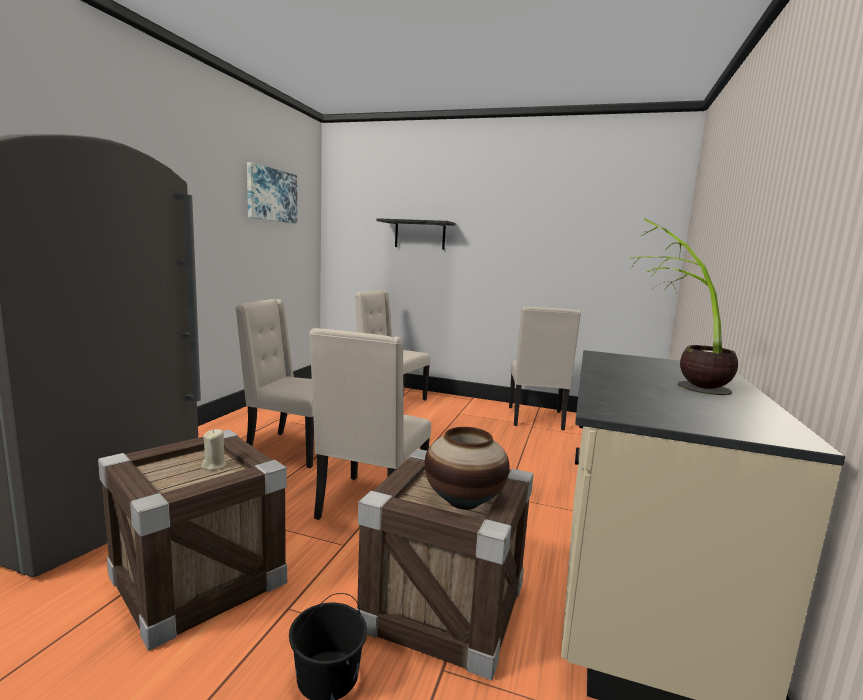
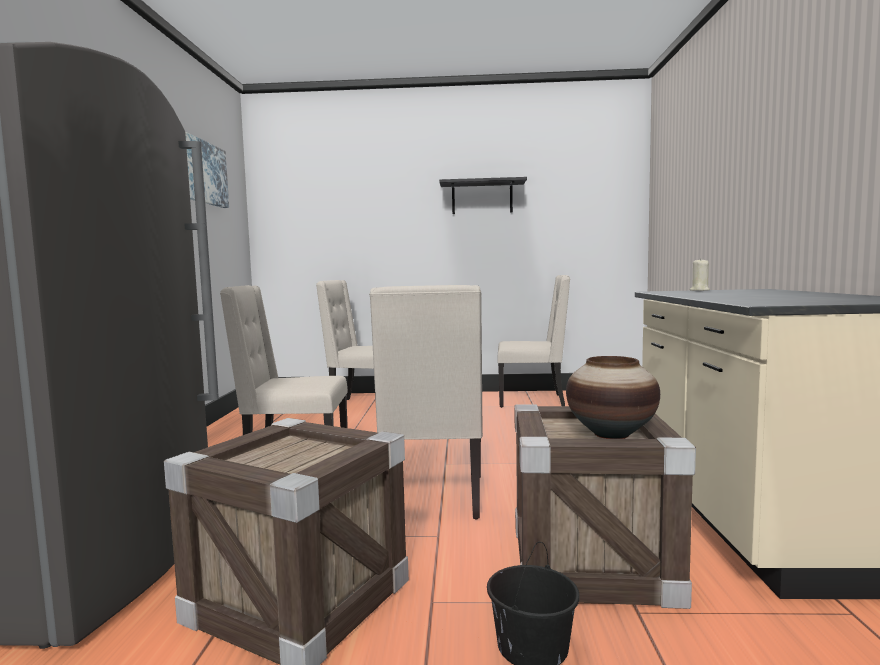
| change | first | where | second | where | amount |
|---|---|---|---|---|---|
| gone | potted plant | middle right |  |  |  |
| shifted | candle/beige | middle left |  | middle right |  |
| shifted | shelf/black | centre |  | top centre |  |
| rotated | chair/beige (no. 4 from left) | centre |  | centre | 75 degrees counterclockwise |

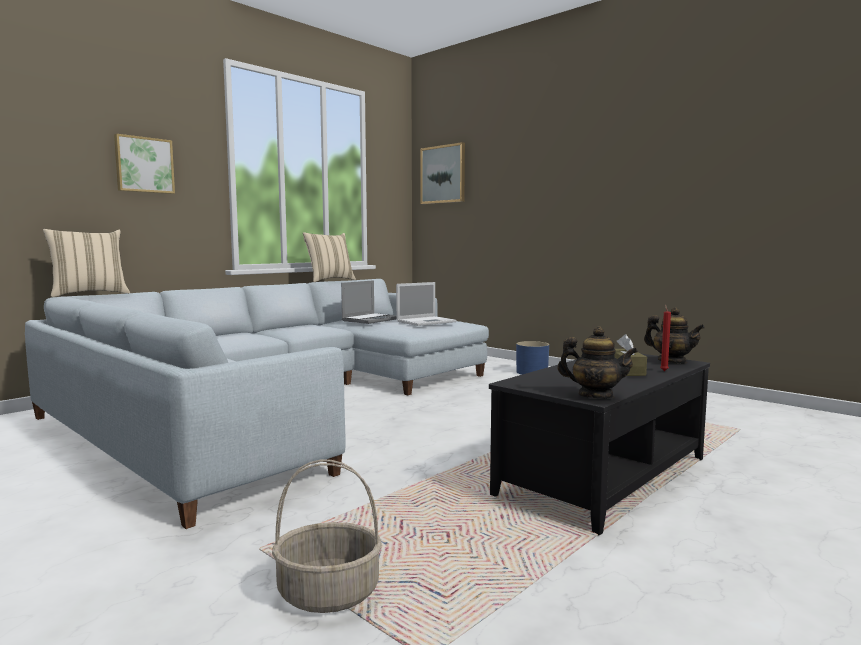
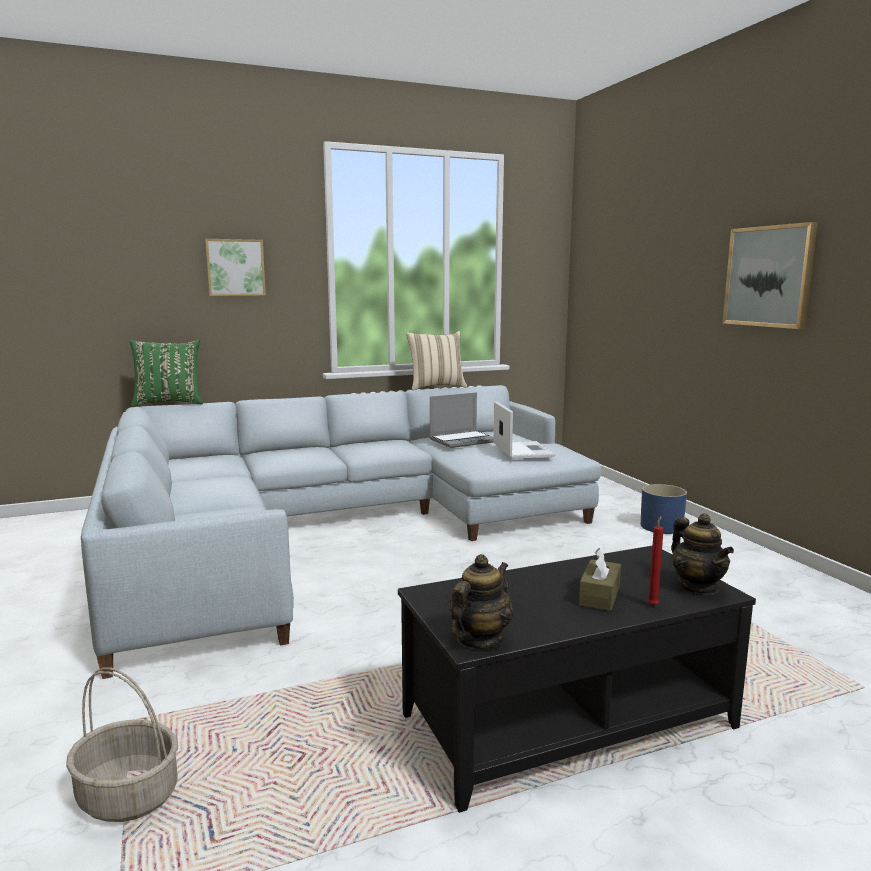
| change | first | where | second | where | amount |
|---|---|---|---|---|---|
| shifted | picture (no. 2 from left) | top centre |  | top right |  |
| repainted | pillow/beige (no. 1 from left) | middle left | pillow/green | middle left |  |
| rotated | laptop (no. 2 from left) | centre |  | centre | 90 degrees counterclockwise |
| rotated | teapot (no. 1 from left) | middle right |  | bottom centre | 105 degrees counterclockwise |

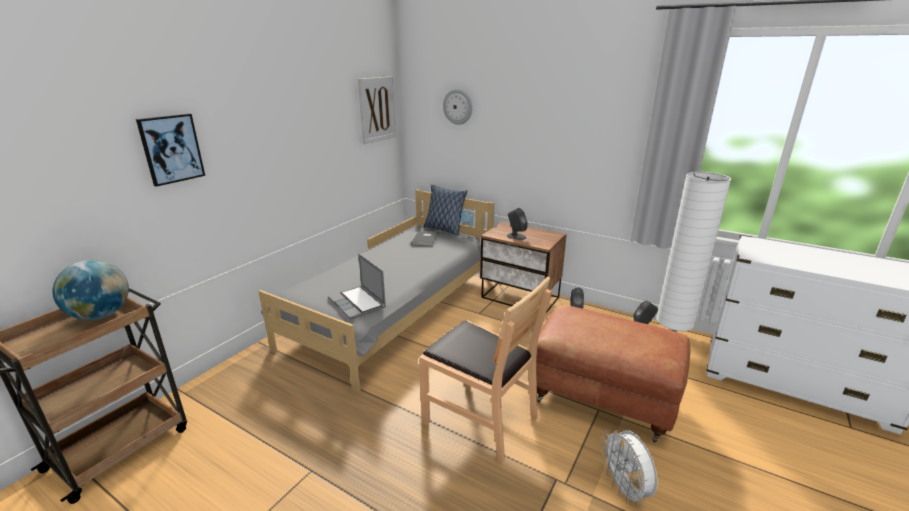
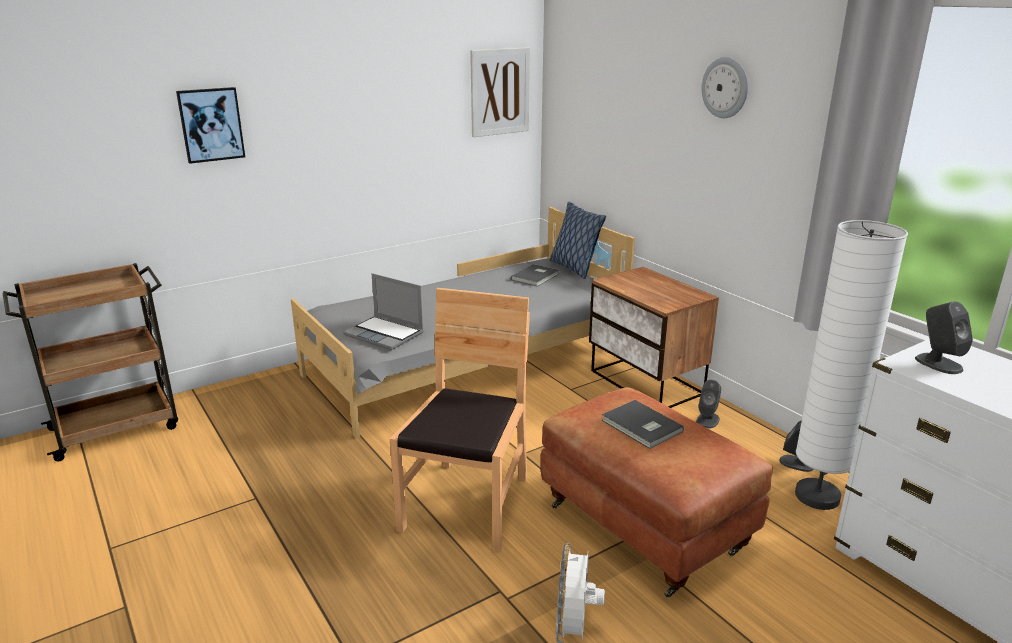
| change | first | where | second | where | amount |
|---|---|---|---|---|---|
| gone | globe | middle left |  |  |  |
| new |  |  | book/grey (no. 2 from left) | centre |  |
| shifted | wall clock | top centre |  | top right |  |
| shifted | speaker/grey (no. 1 from left in the first image) | centre | speaker/grey (no. 3 from left) | middle right |  |
| rotated | laptop | centre |  | centre | 45 degrees counterclockwise |
| rotated | chair/brown | bottom centre |  | centre | 135 degrees counterclockwise |

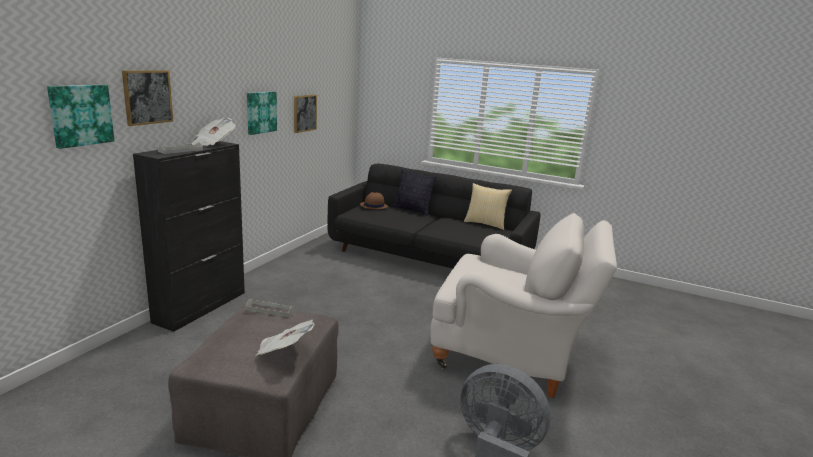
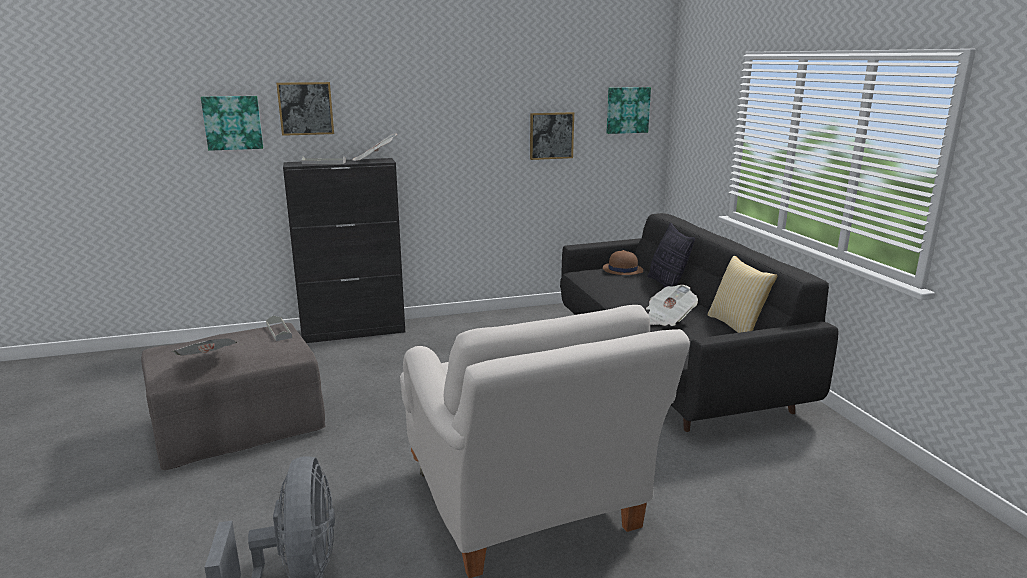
| change | first | where | second | where | amount |
|---|---|---|---|---|---|
| new |  |  | newspaper (no. 3 from left) | centre |  |
| shifted | picture (no. 3 from left in the first image) | top left | picture (no. 4 from left) | top centre |  |

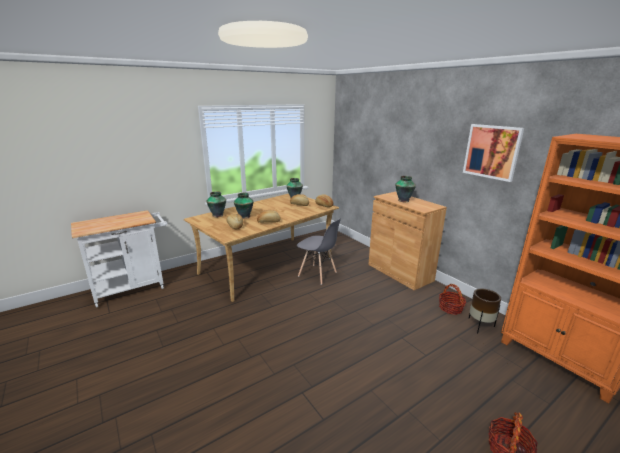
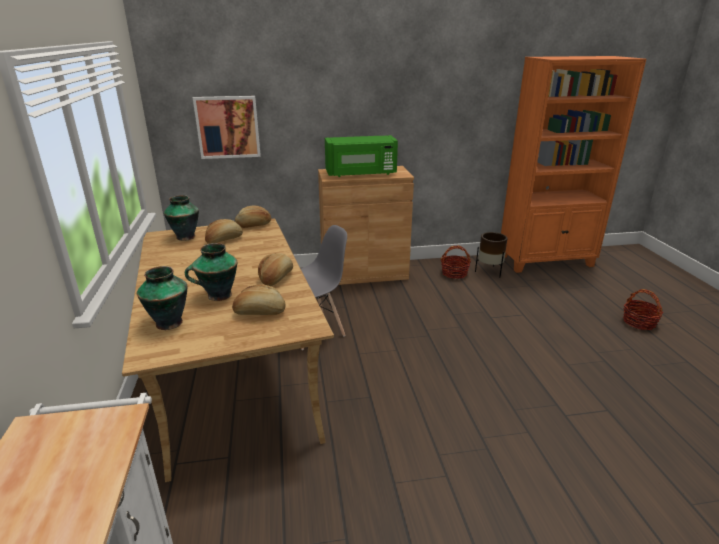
| change | first | where | second | where | amount |
|---|---|---|---|---|---|
| shifted | picture | middle right |  | top left |  |
| swapped | vase (no. 4 from left) | centre | microwave/green | top centre |  |

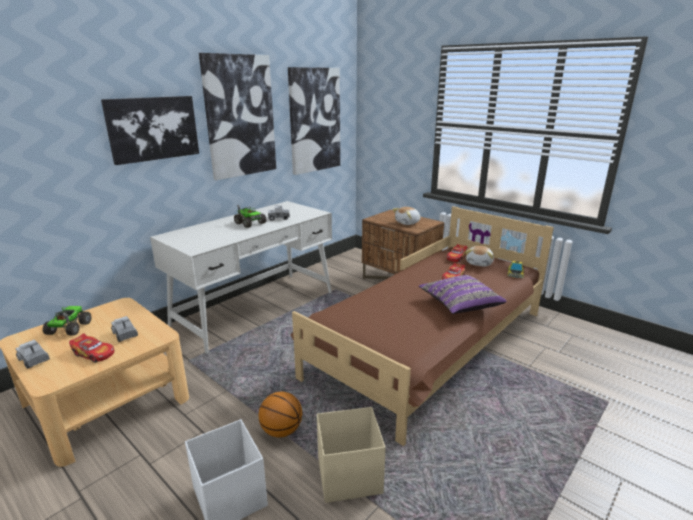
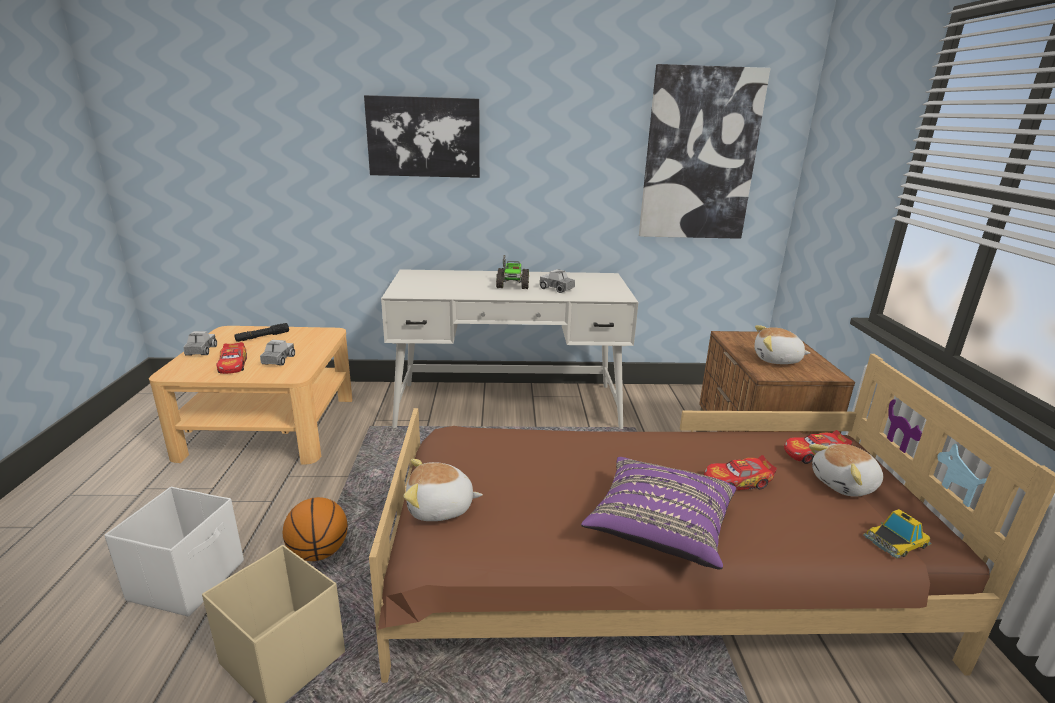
| change | first | where | second | where | amount |
|---|---|---|---|---|---|
| gone | picture (no. 2 from left) | top centre |  |  |  |
| new |  |  | plush toy (no. 1 from left) | bottom centre |  |
| swapped | toy truck (no. 2 from left) | middle left | flashlight/black | middle left |  |

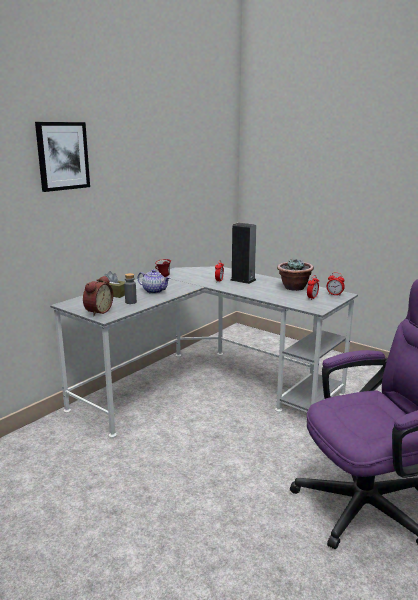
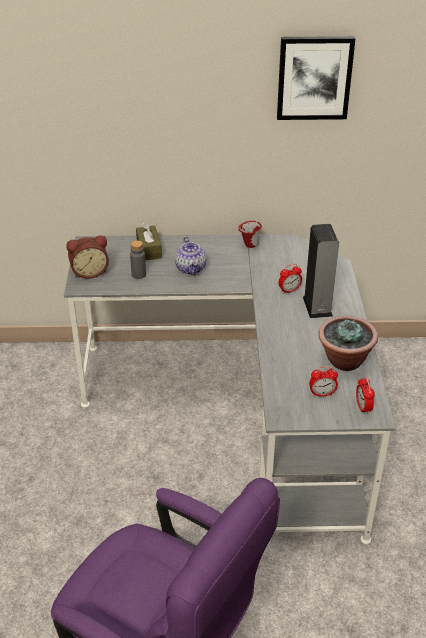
| change | first | where | second | where | amount |
|---|---|---|---|---|---|
| shifted | picture | top left |  | top right |  |

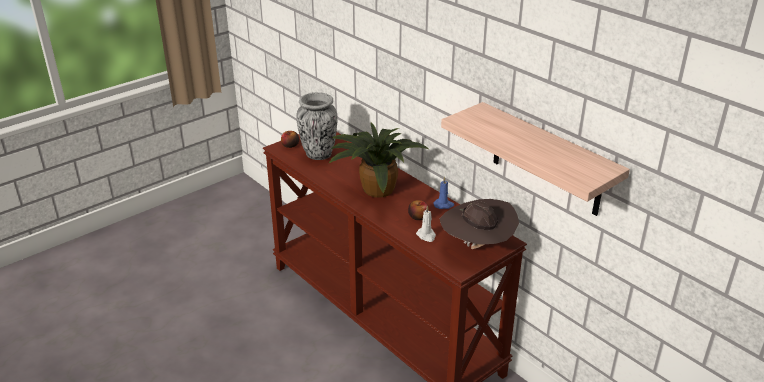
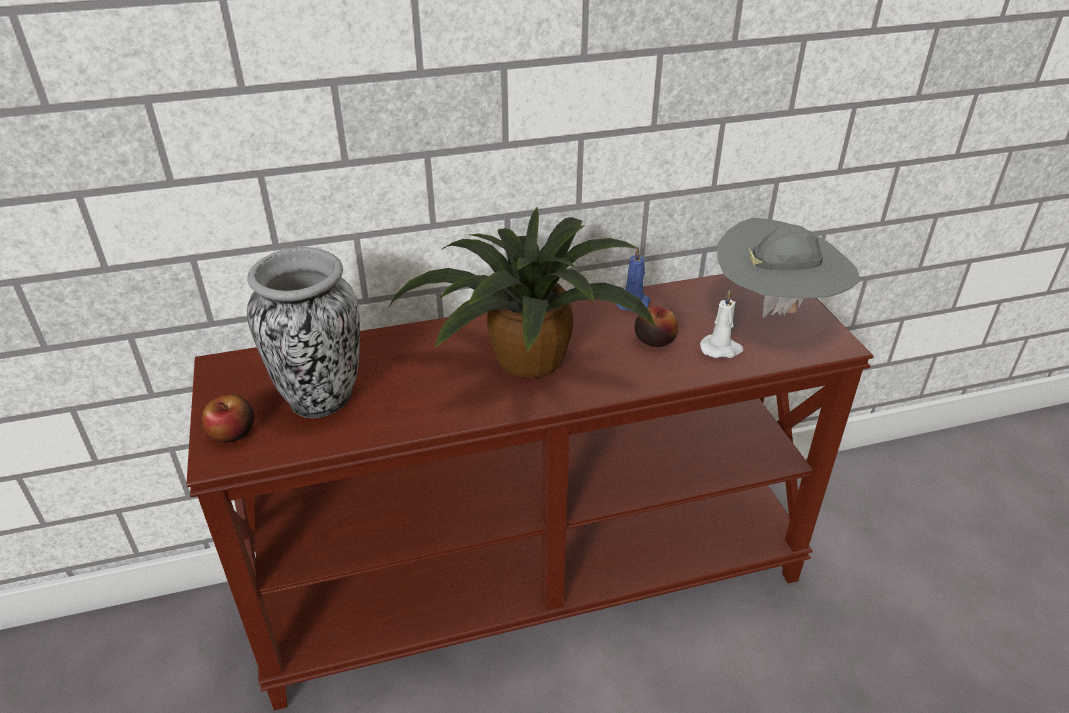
| change | first | where | second | where | amount |
|---|---|---|---|---|---|
| gone | shelf | middle right |  |  |  |
| repainted | hat/brown | centre | hat/grey | middle right |  |

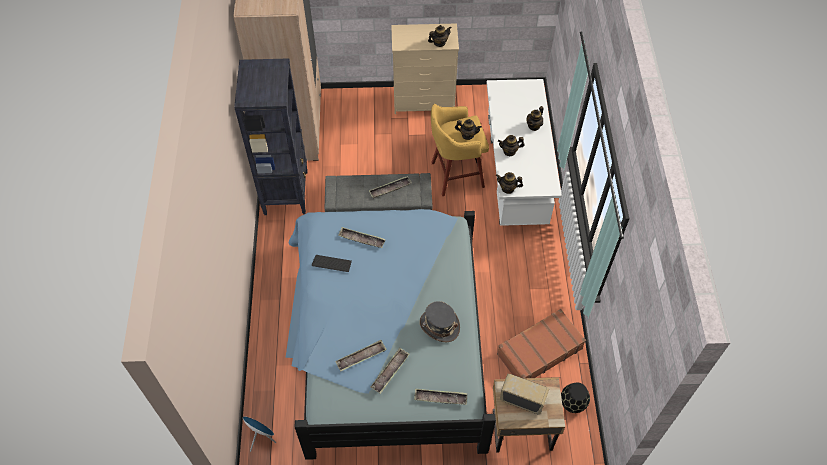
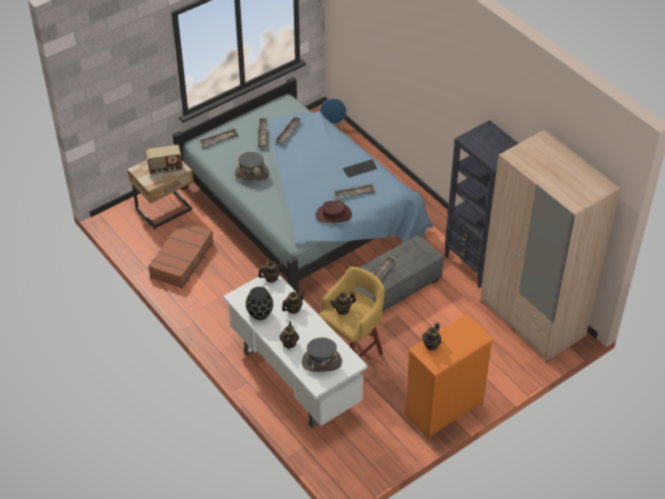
| change | first | where | second | where | amount |
|---|---|---|---|---|---|
| new |  |  | hat/grey (no. 2 from left) | bottom centre |  |
| new |  |  | hat/brown | centre |  |
| shifted | vase/black | bottom right |  | centre |  |
| repainted | dresser/beige | top centre | dresser/orange | bottom right |  |

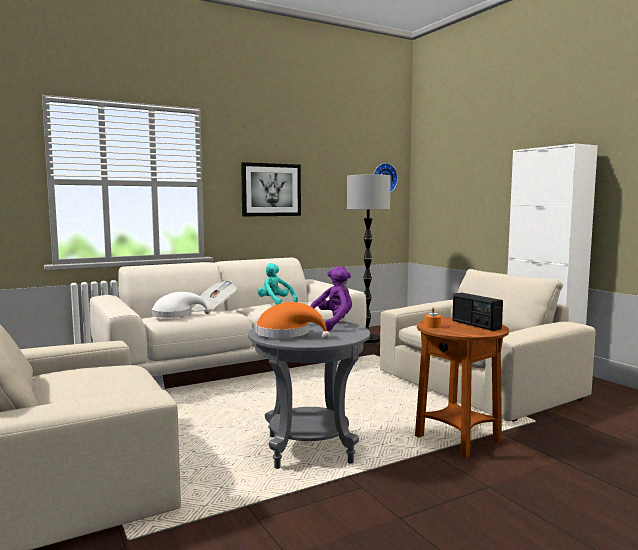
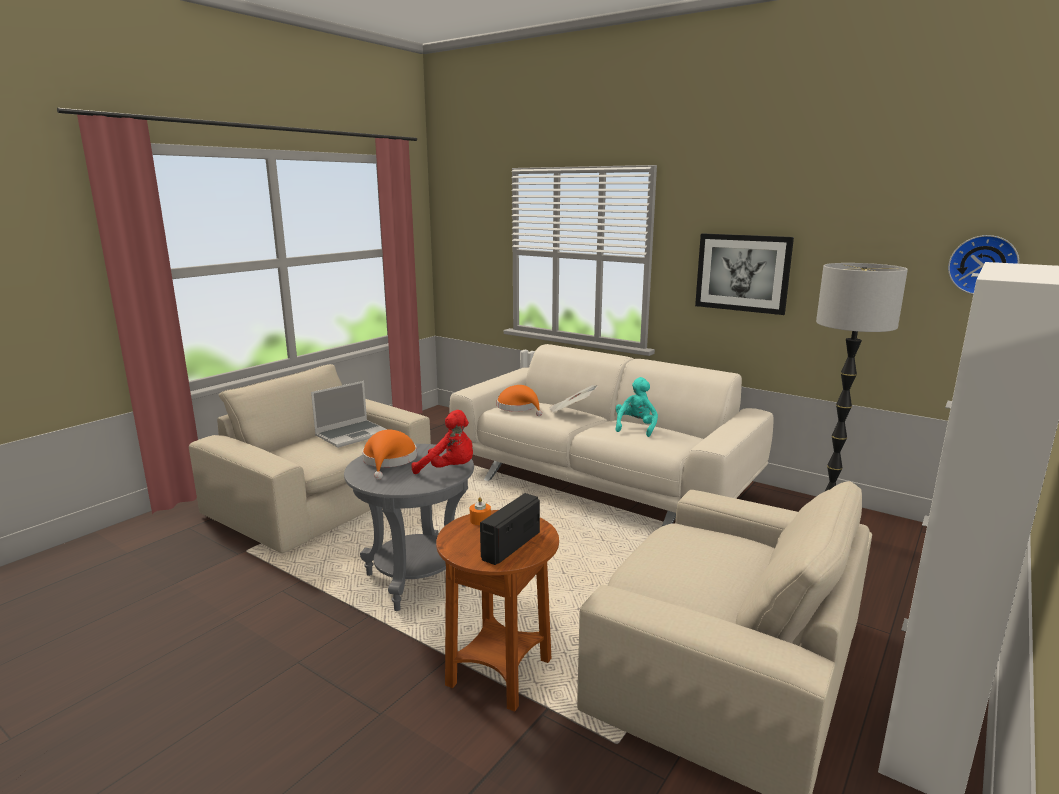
| change | first | where | second | where | amount |
|---|---|---|---|---|---|
| new |  |  | laptop | middle left |  |
| repainted | hat/white | middle left | hat/orange (no. 2 from left) | centre |  |
| repainted | plush toy/purple | centre | plush toy/red | centre |  |

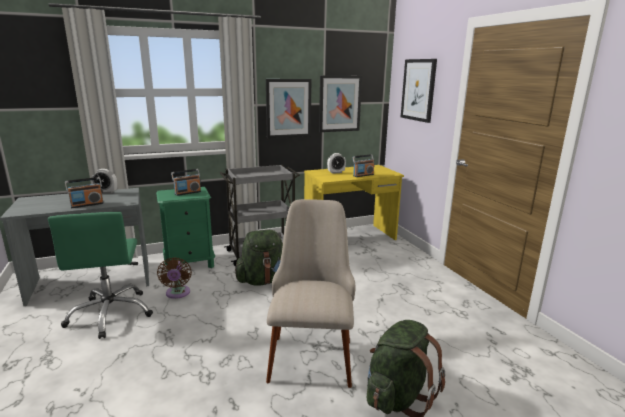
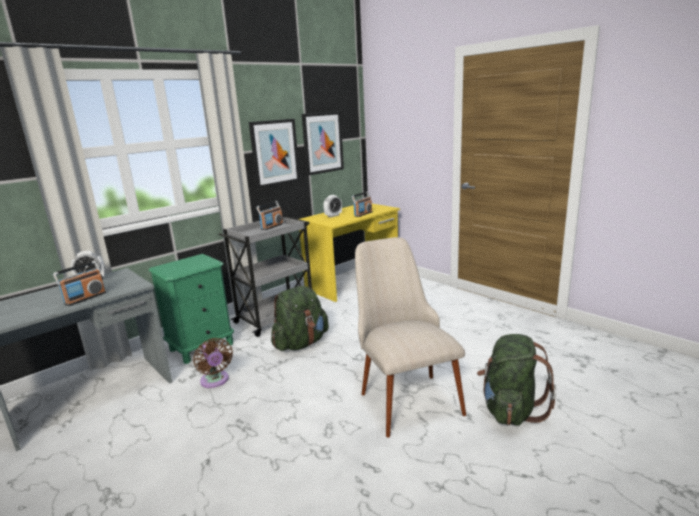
| change | first | where | second | where | amount |
|---|---|---|---|---|---|
| gone | office chair/green | middle left |  |  |  |
| gone | picture (no. 3 from left) | top right |  |  |  |
| shifted | radio (no. 2 from left) | middle left |  | centre |  |

